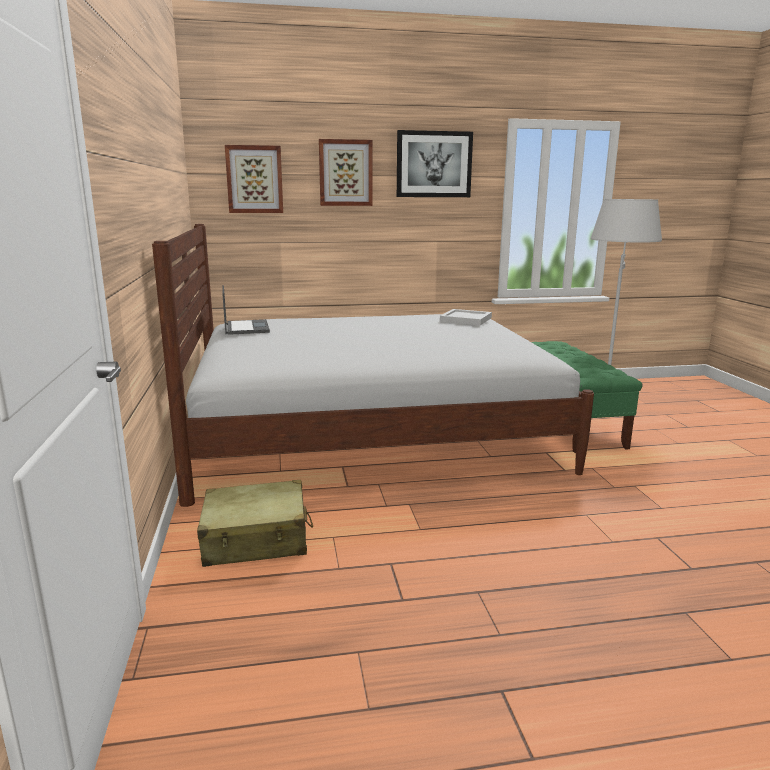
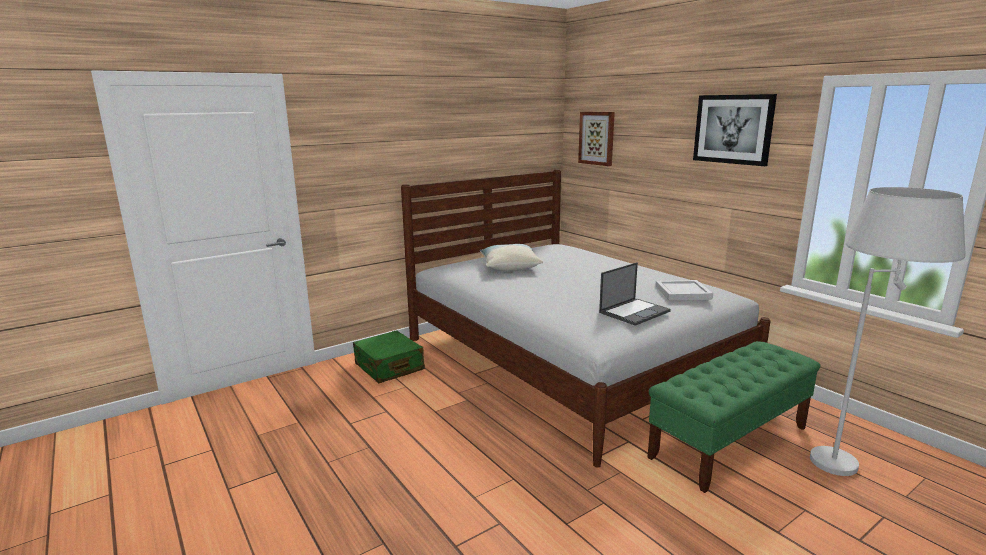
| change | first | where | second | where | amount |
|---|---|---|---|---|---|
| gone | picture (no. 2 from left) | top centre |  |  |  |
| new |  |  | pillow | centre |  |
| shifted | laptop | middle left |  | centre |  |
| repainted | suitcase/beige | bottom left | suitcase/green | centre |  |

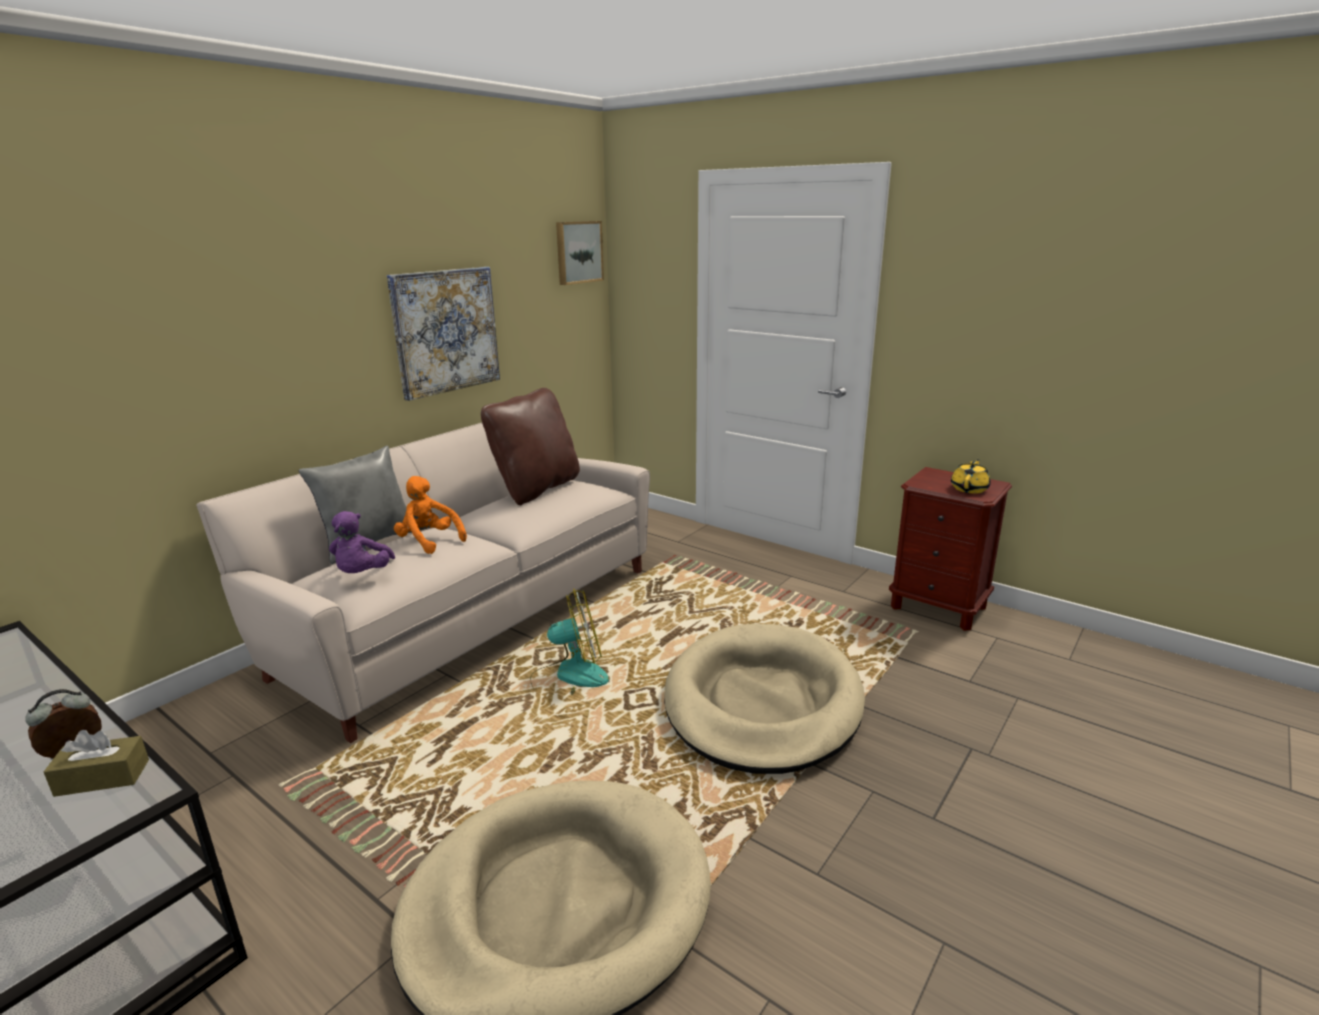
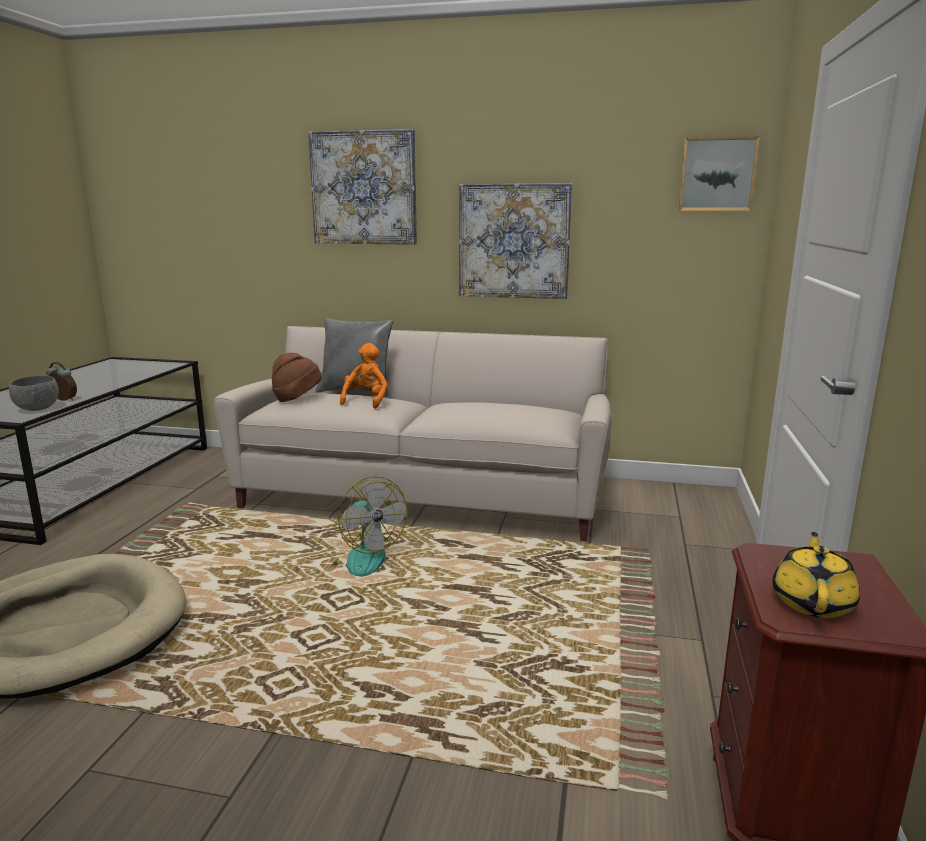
| change | first | where | second | where | amount |
|---|---|---|---|---|---|
| gone | pillow/brown | centre |  |  |  |
| gone | dog bed/beige (no. 2 from left) | bottom centre |  |  |  |
| new |  |  | picture (no. 1 from left) | top centre |  |
| swapped | tissue box/brown | bottom left | bowl/grey | middle left |  |
| swapped | plush toy/purple | middle left | hat/brown | middle left |  |
| rotated | teapot/yellow | middle right |  | bottom right | 75 degrees counterclockwise |

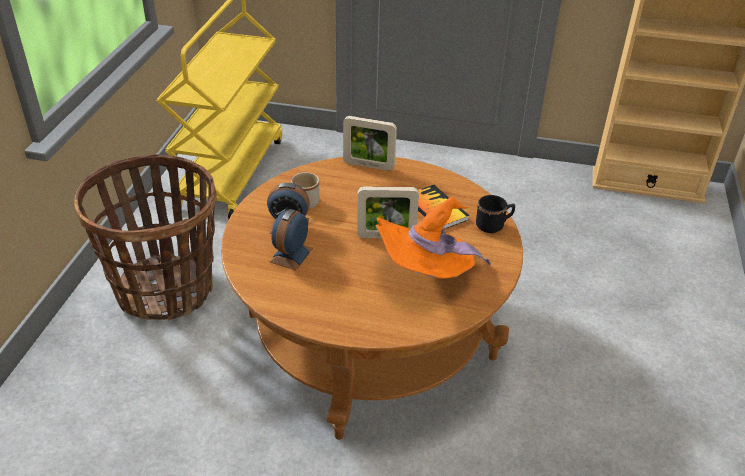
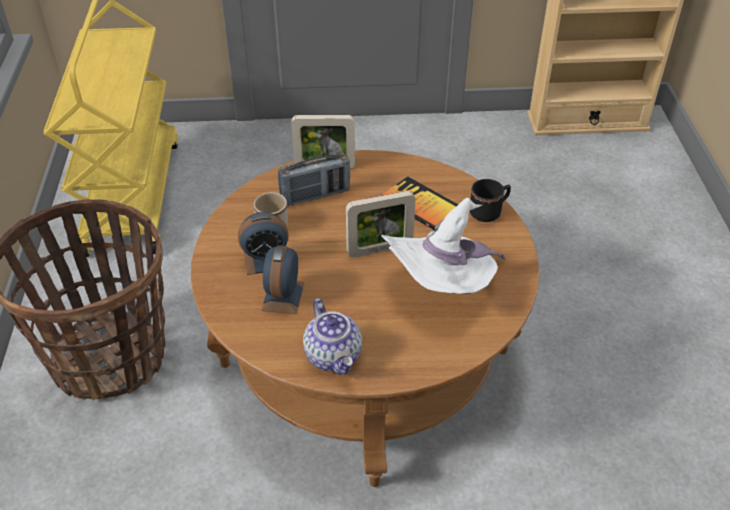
| change | first | where | second | where | amount |
|---|---|---|---|---|---|
| new |  |  | radio | centre |  |
| new |  |  | teapot | centre |  |
| repainted | hat/orange | centre | hat/white | centre |  |

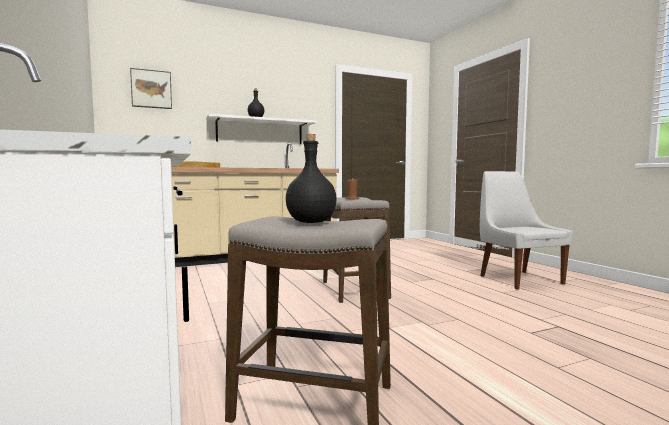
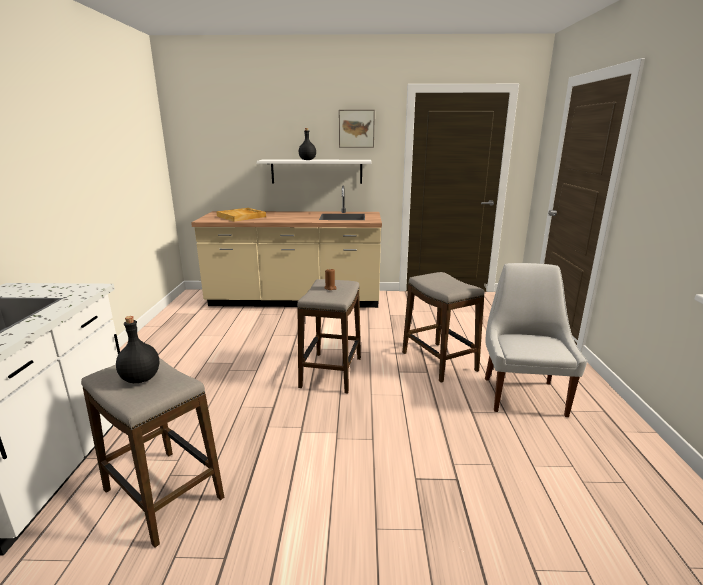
| change | first | where | second | where | amount |
|---|---|---|---|---|---|
| new |  |  | stool (no. 3 from left) | centre |  |
| shifted | picture | top left |  | top centre |  |

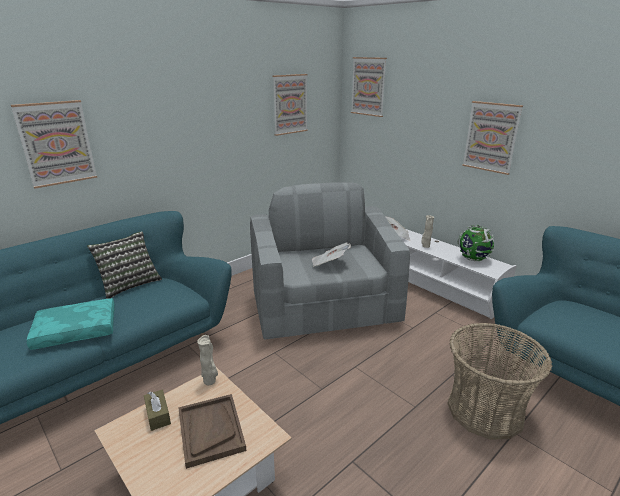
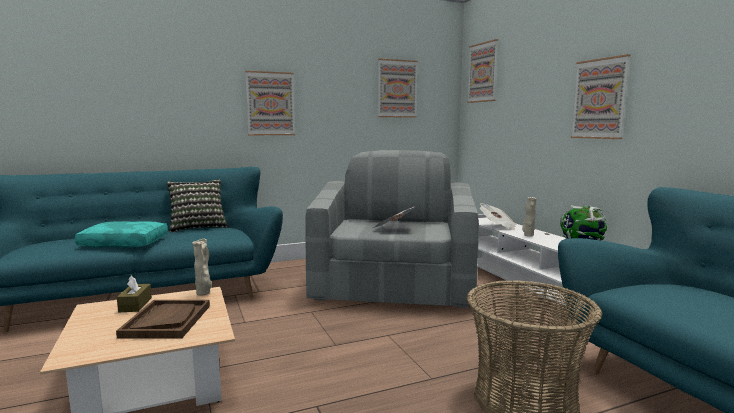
| change | first | where | second | where | amount |
|---|---|---|---|---|---|
| shifted | picture (no. 1 from left) | top left |  | top centre |  |

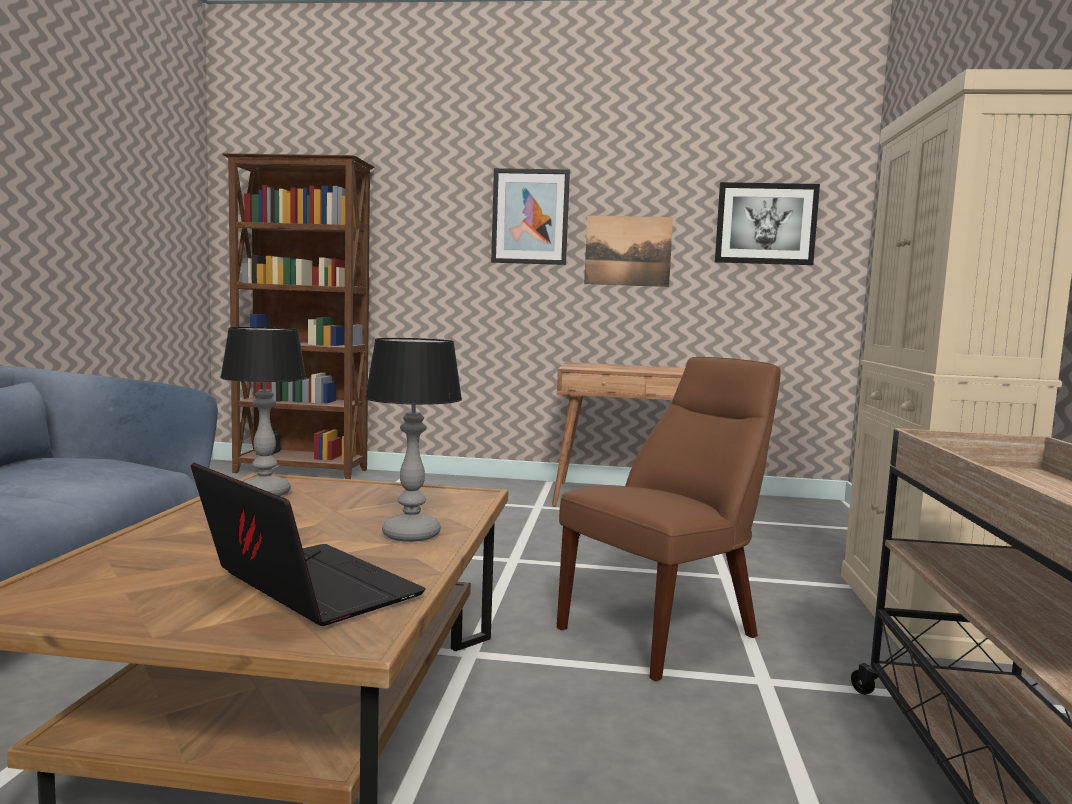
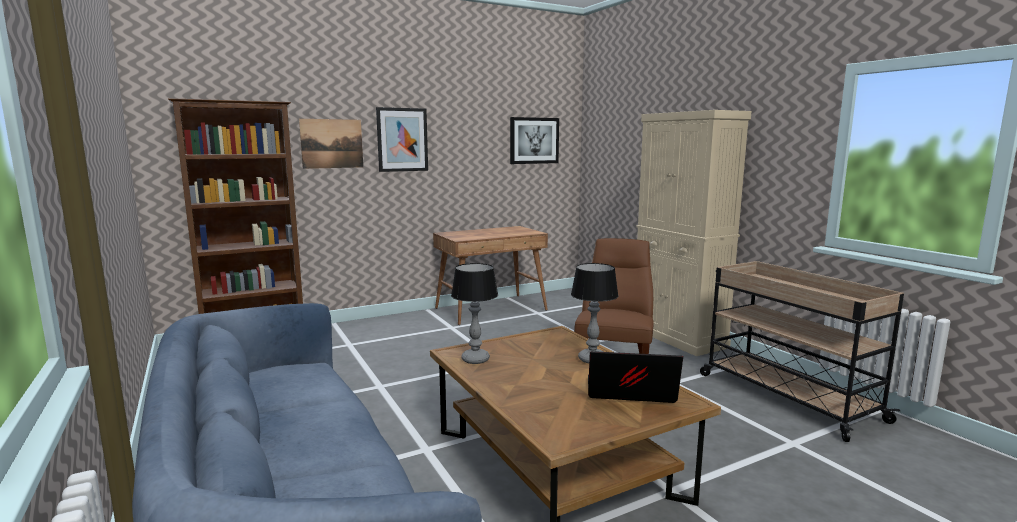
| change | first | where | second | where | amount |
|---|---|---|---|---|---|
| shifted | picture (no. 2 from left in the first image) | top centre | picture (no. 1 from left) | top left |  |

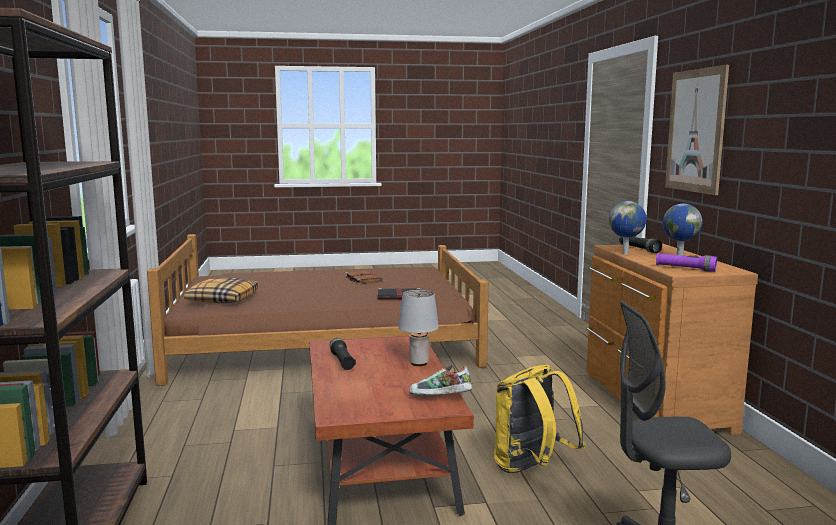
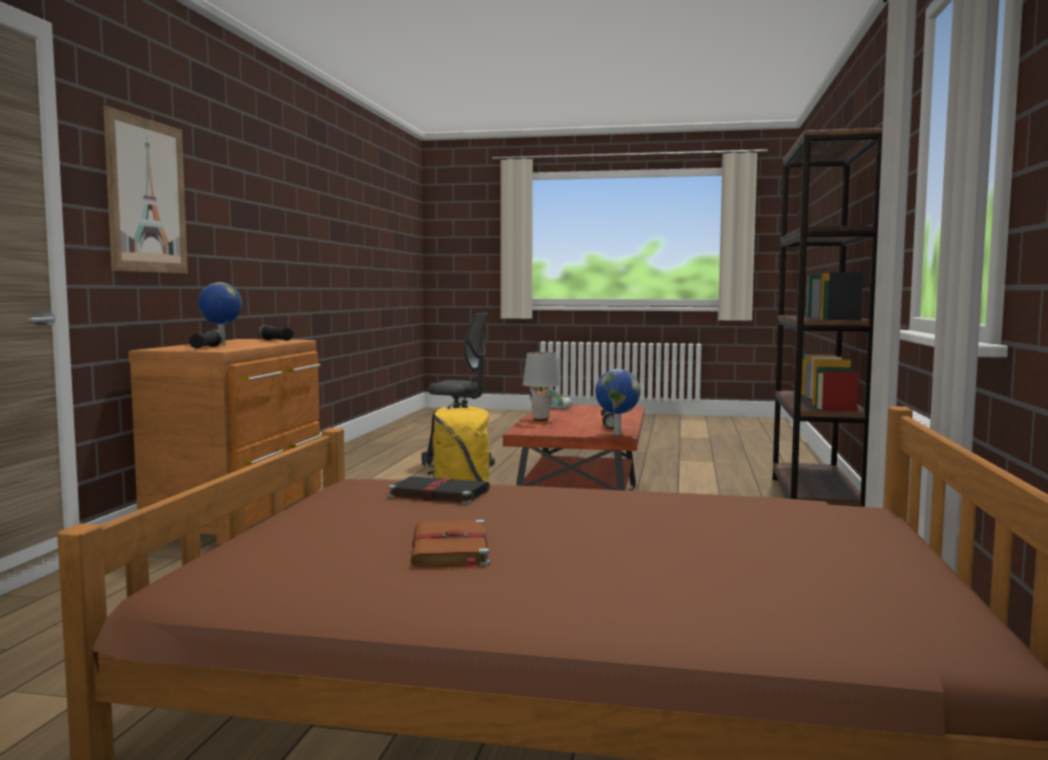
| change | first | where | second | where | amount |
|---|---|---|---|---|---|
| gone | pillow | middle left |  |  |  |
| shifted | globe (no. 1 from left in the first image) | middle right | globe (no. 2 from left) | centre |  |
| repainted | flashlight/purple | middle right | flashlight/black (no. 2 from left) | middle left |  |

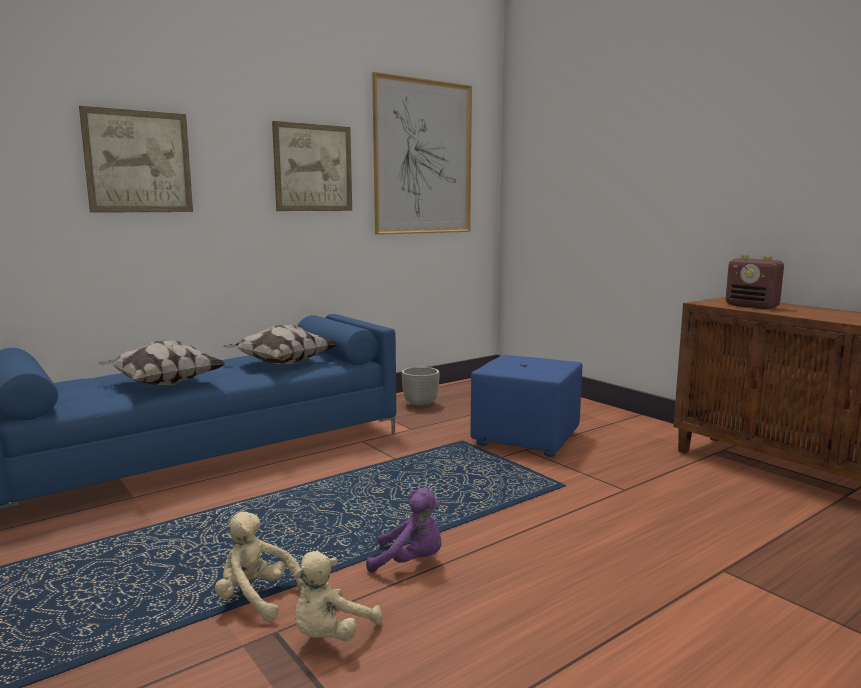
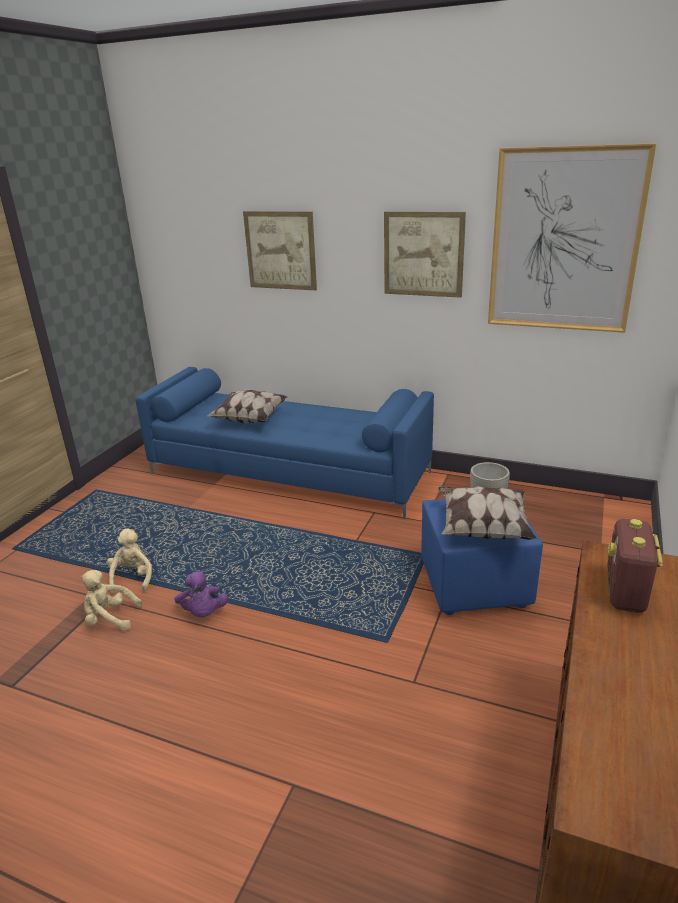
| change | first | where | second | where | amount |
|---|---|---|---|---|---|
| shifted | pillow (no. 2 from left) | middle left |  | middle right |  |

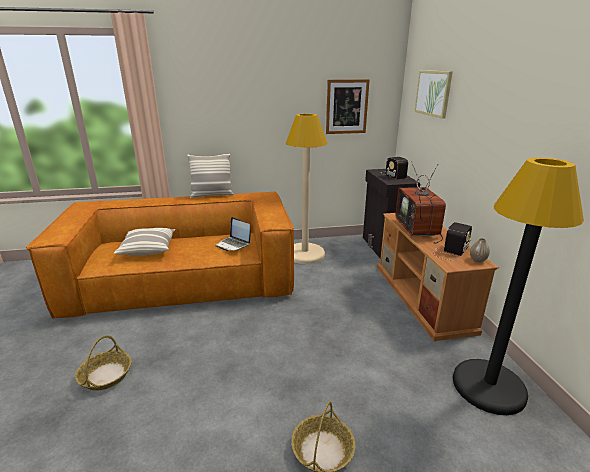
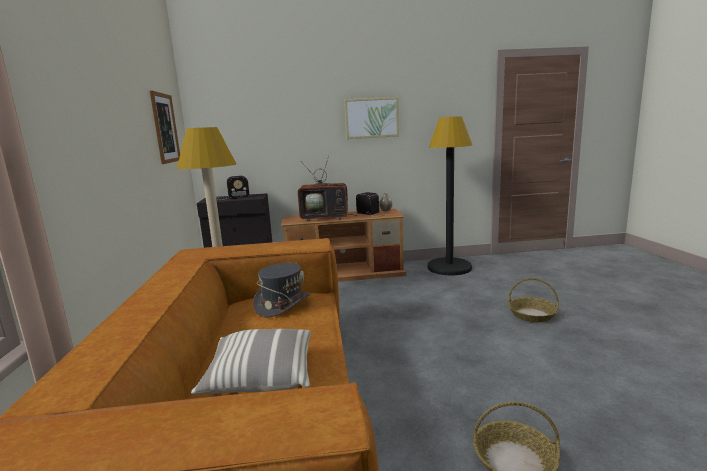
| change | first | where | second | where | amount |
|---|---|---|---|---|---|
| gone | pillow (no. 2 from left) | centre |  |  |  |
| shifted | picture (no. 2 from left) | top right |  | top centre |  |
| swapped | laptop | centre | hat/grey | centre |  |

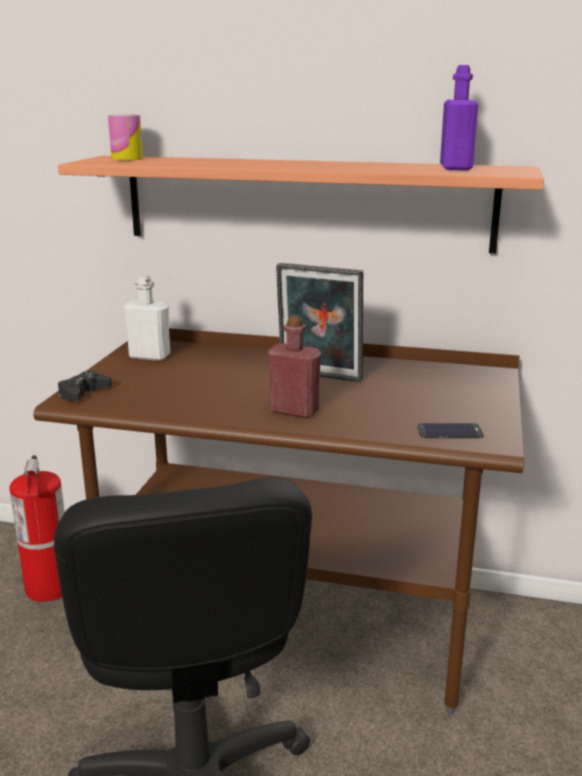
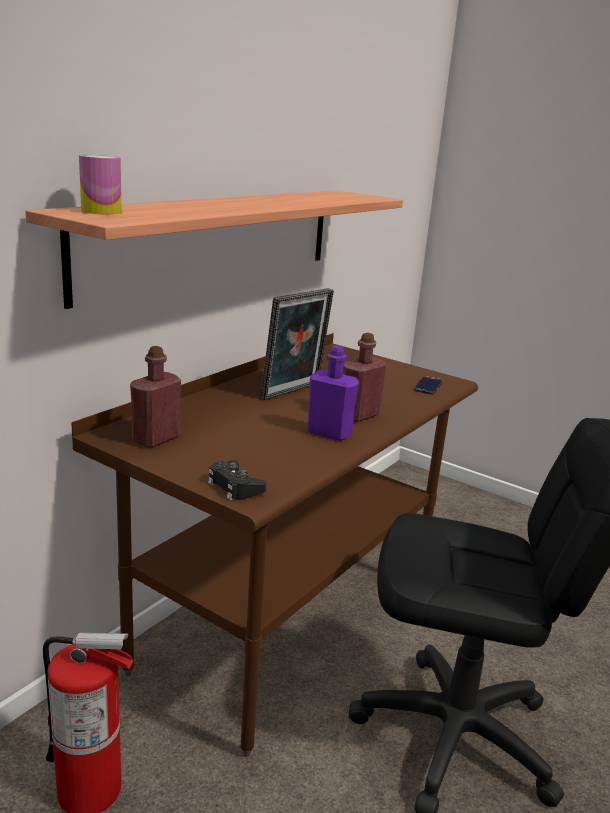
| change | first | where | second | where | amount |
|---|---|---|---|---|---|
| shifted | bottle/purple | top right |  | centre |  |
| repainted | bottle/white | middle left | bottle/red (no. 1 from left) | middle left |  |

